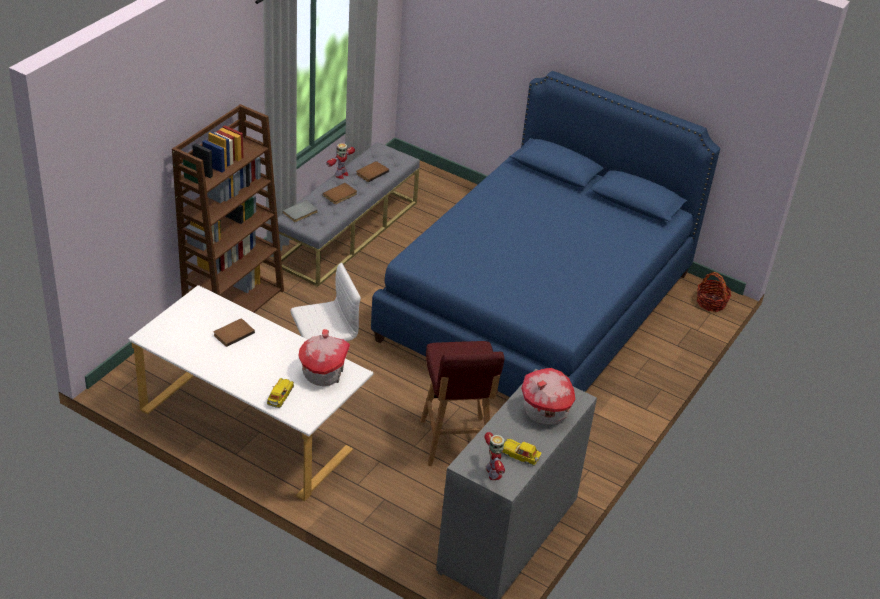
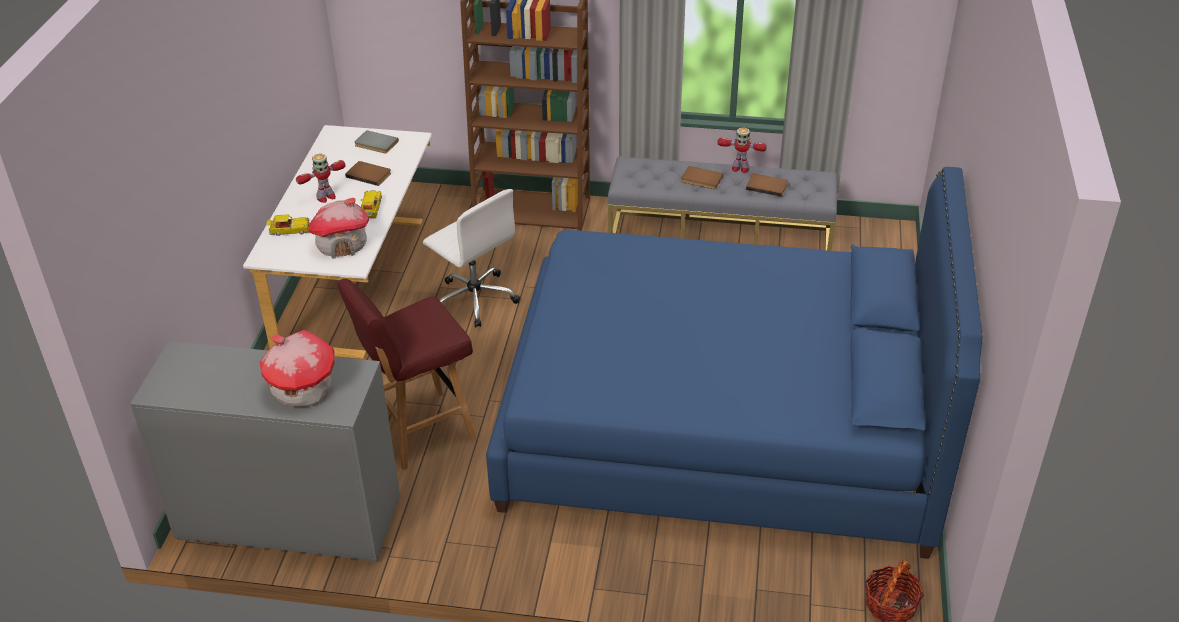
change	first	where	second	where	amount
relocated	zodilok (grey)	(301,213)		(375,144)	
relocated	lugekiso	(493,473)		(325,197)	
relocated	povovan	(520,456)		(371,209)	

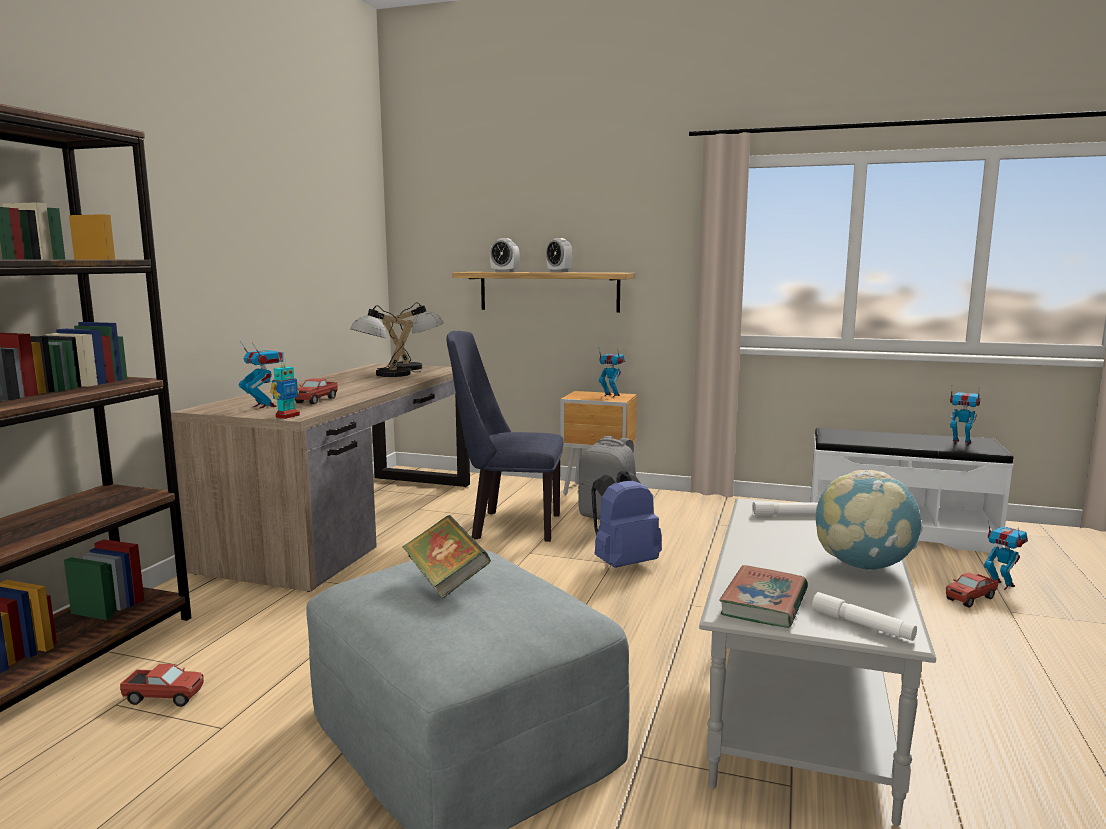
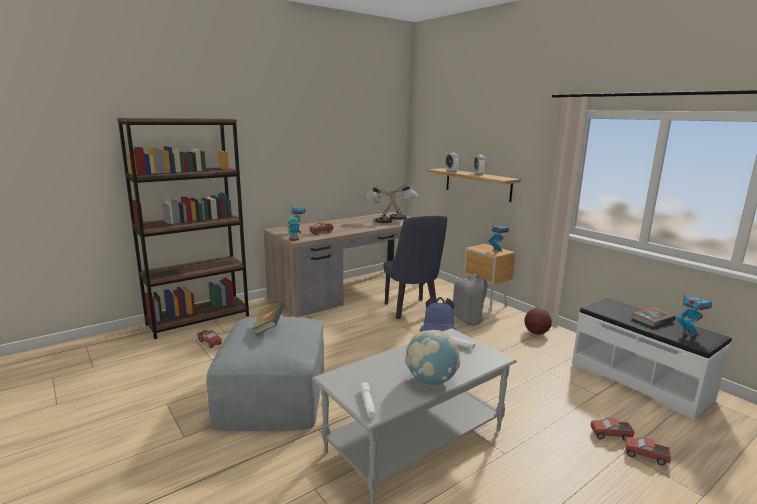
change	first	where	second	where	amount
spun	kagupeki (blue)	(508,526)		(412,310)	150 degrees counterclockwise
missing	lugekiso	(1001,585)			
relocated	zodilok	(764,603)		(652,319)	
appeared			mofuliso	(536,333)	
appeared			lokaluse	(645,456)	

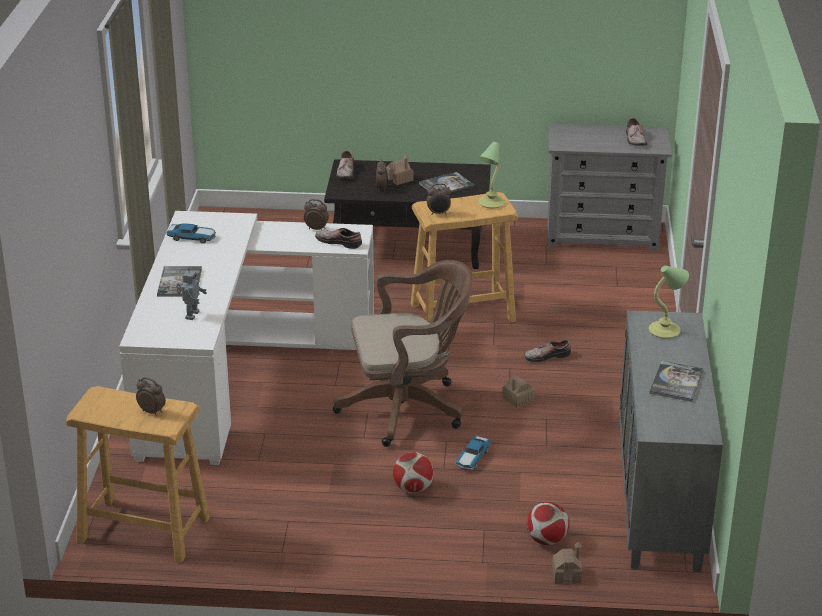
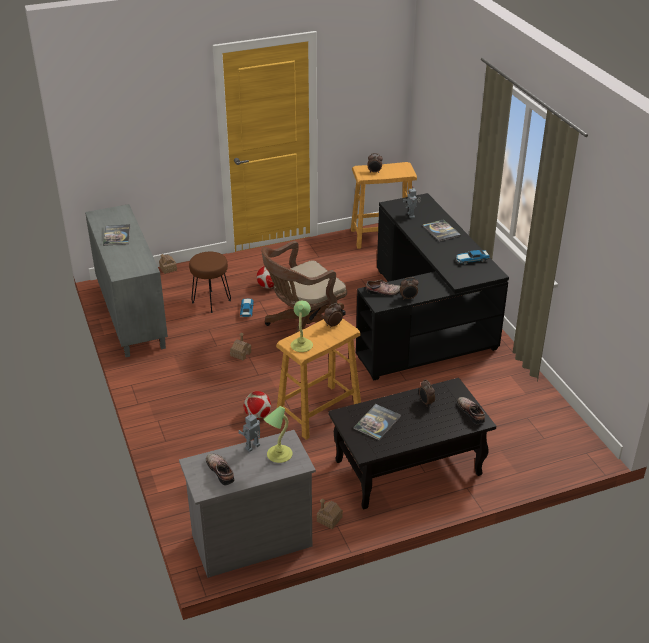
change	first	where	second	where	amount
relocated	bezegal	(399,179)		(329,519)	
colour	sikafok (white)	(232,373)	sikafok (black)	(426,321)	
relocated	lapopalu	(665,330)		(278,455)	
missing	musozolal	(546,356)			
relocated	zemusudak	(546,540)		(257,415)	
appeared			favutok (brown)	(210,301)	
appeared			lugekiso	(253,447)	

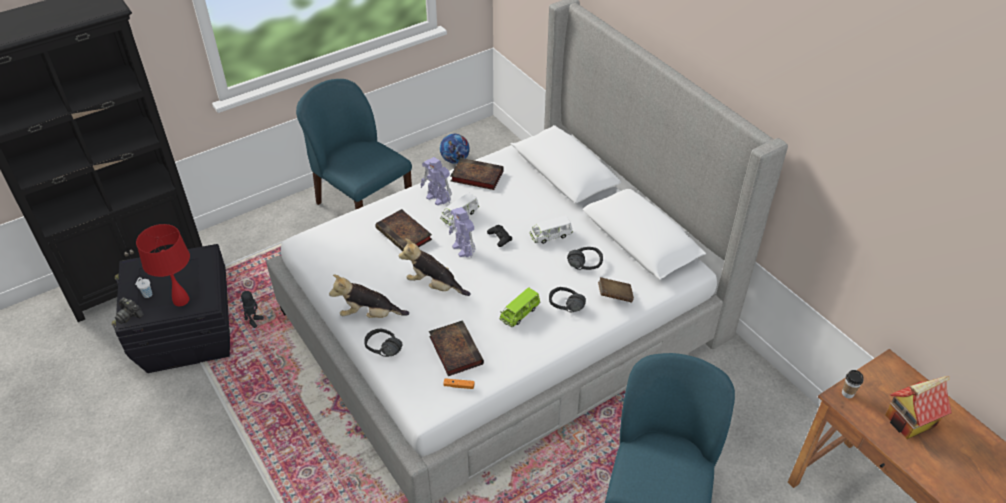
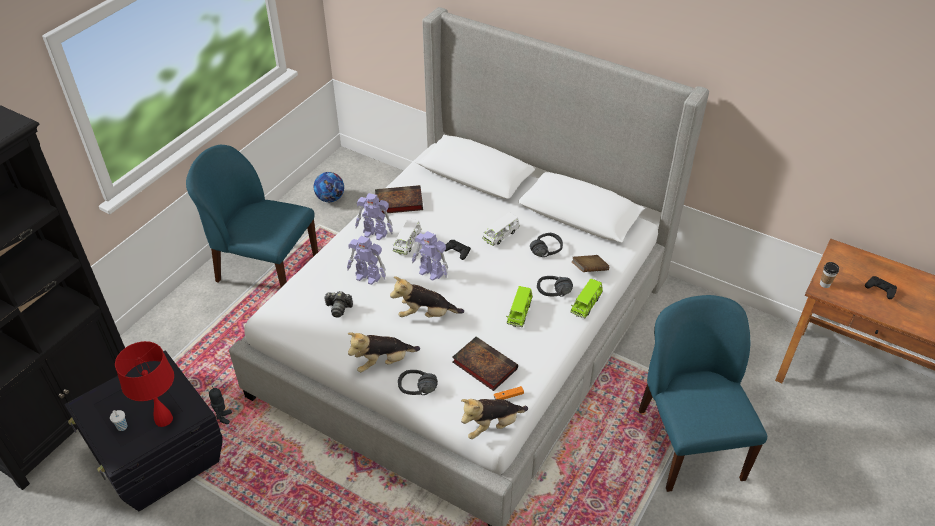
change	first	where	second	where	amount
exchanged	zodilok	(405,235)	lugekiso	(368,277)	
relocated	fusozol	(129,315)		(338,308)	
exchanged	bezegal	(910,421)	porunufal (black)	(880,289)	
appeared			povovan (green)	(586,304)	
appeared			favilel	(491,426)	

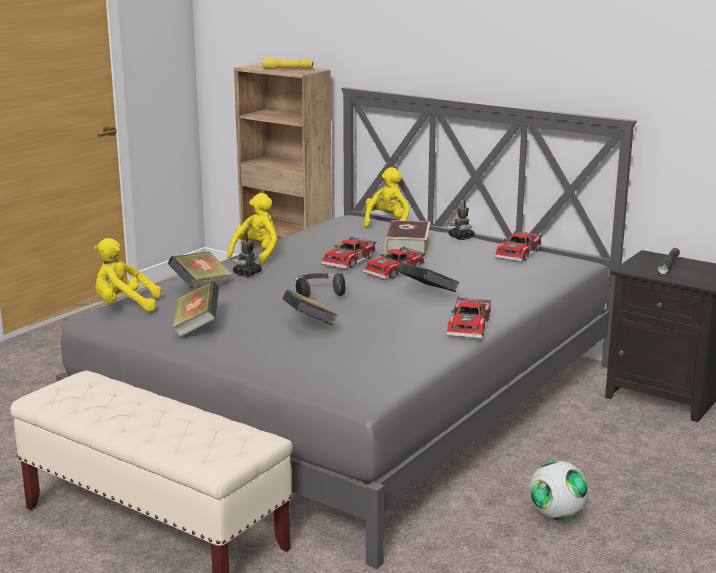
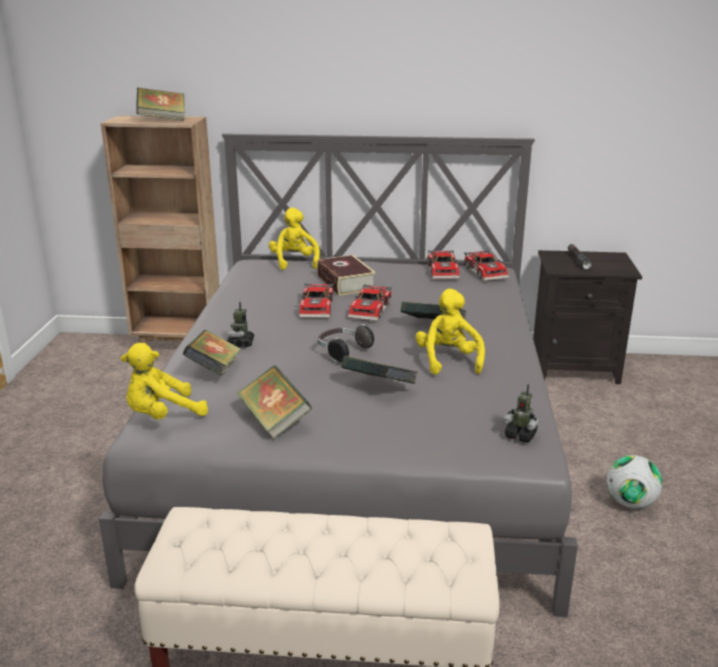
change	first	where	second	where	amount
exchanged	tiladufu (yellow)	(287,69)	zodilok	(162,120)	
relocated	favilel (yellow)	(257,254)		(448,361)	
relocated	lugekiso	(461,237)		(520,435)	
relocated	povovan	(471,327)		(487,272)	

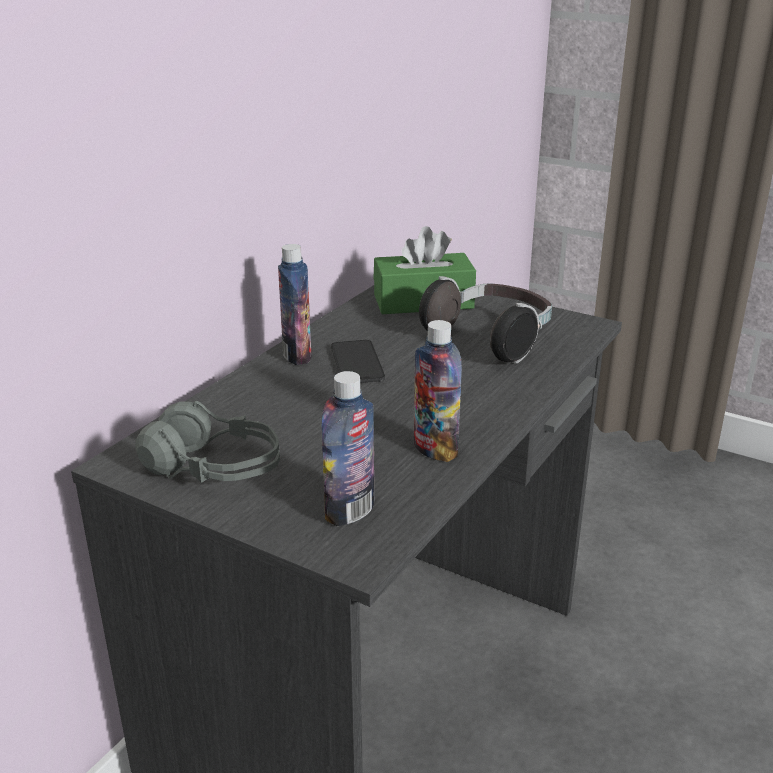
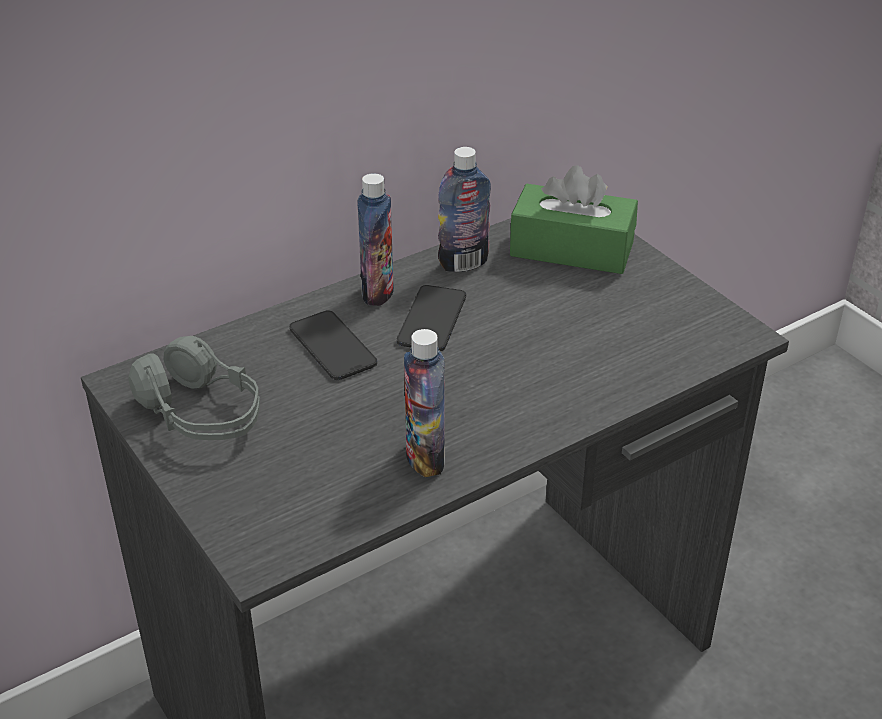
change	first	where	second	where	amount
missing	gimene	(492,339)			
relocated	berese	(350,511)		(463,263)	
appeared			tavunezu	(332,346)	

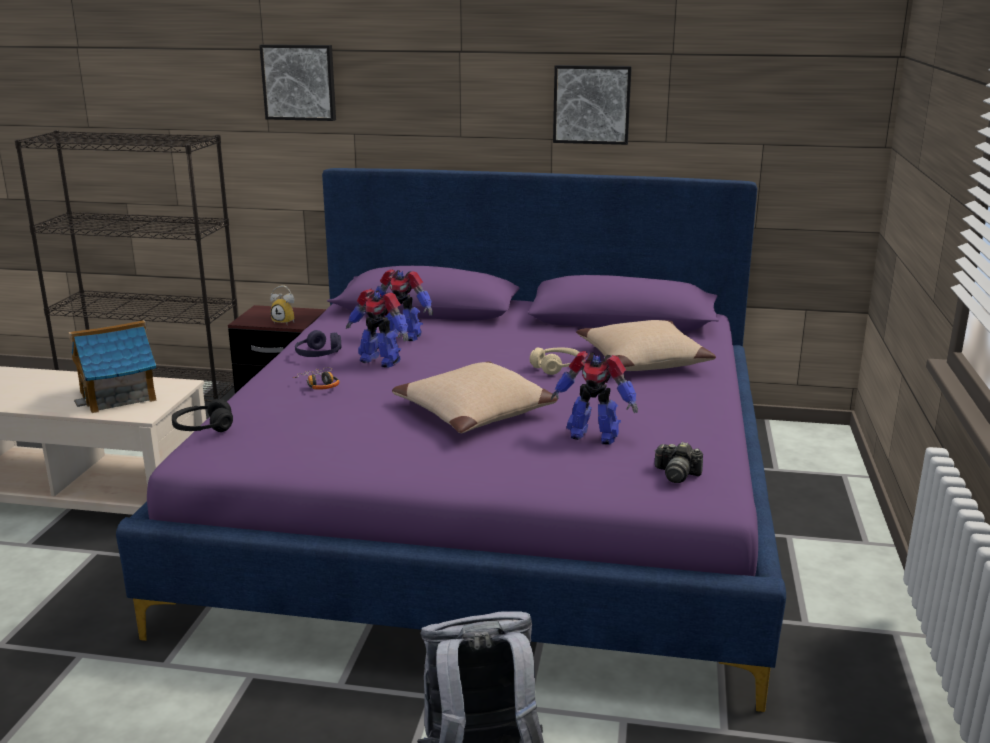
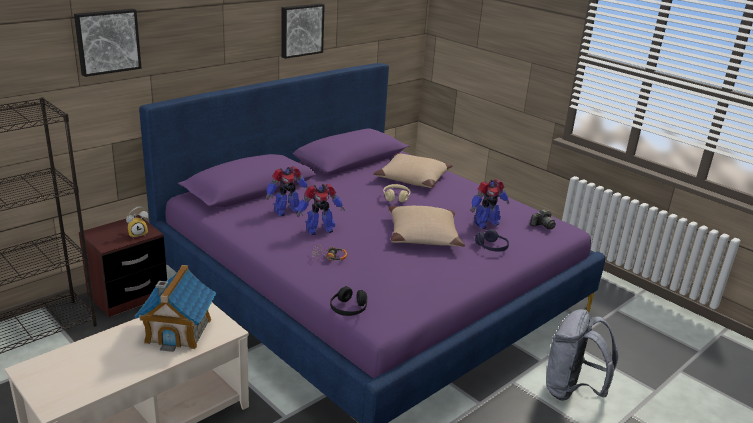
change	first	where	second	where	amount
relocated	gimene (purple)	(319,355)		(491,247)	

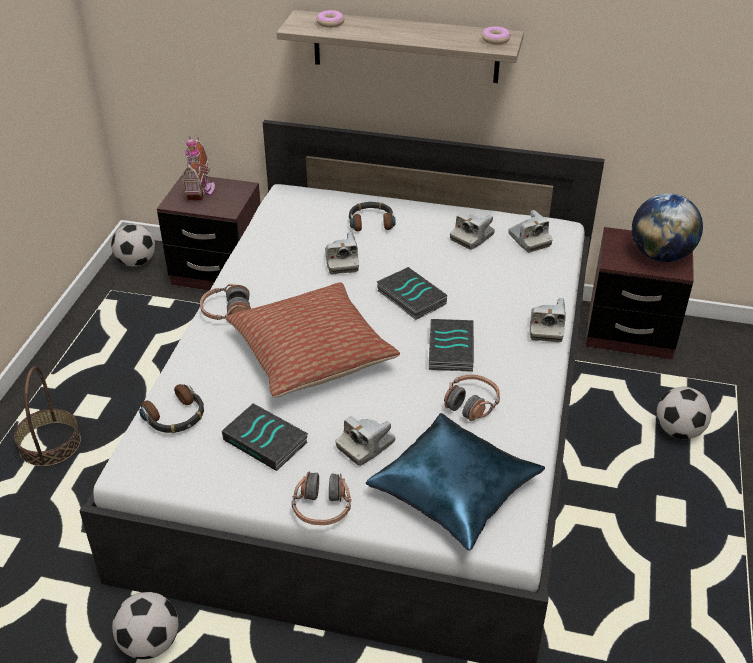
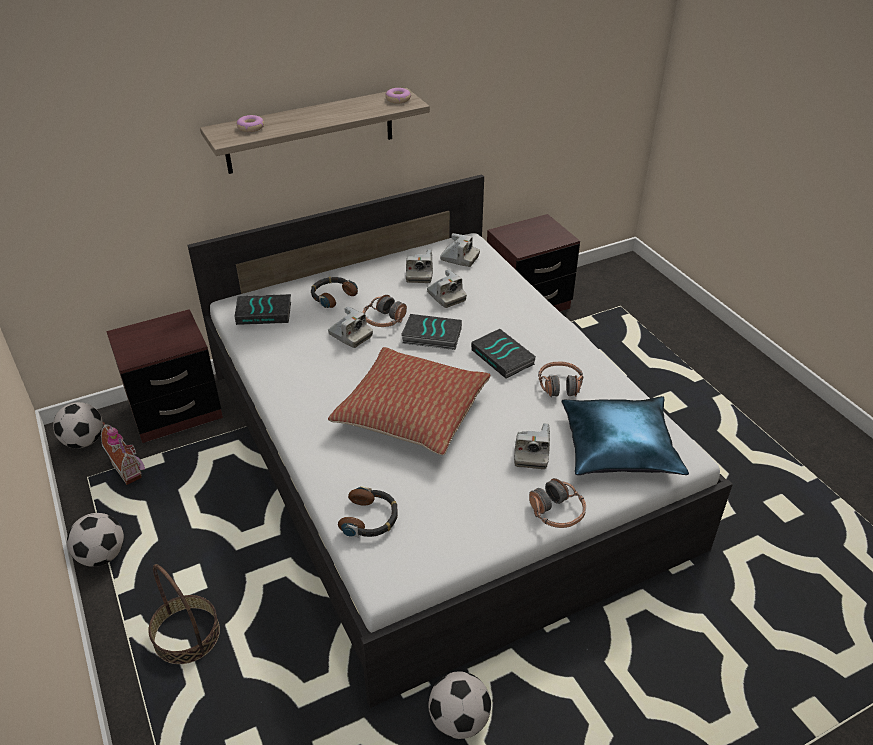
change	first	where	second	where	amount
relocated	bezegal	(201,190)		(130,469)	
missing	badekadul	(660,255)			
relocated	gimene	(226,311)		(384,320)	
relocated	fusozol	(546,328)		(446,296)	
relocated	zemusudak	(678,431)		(102,555)	
relocated	zodilok	(267,441)		(264,313)	

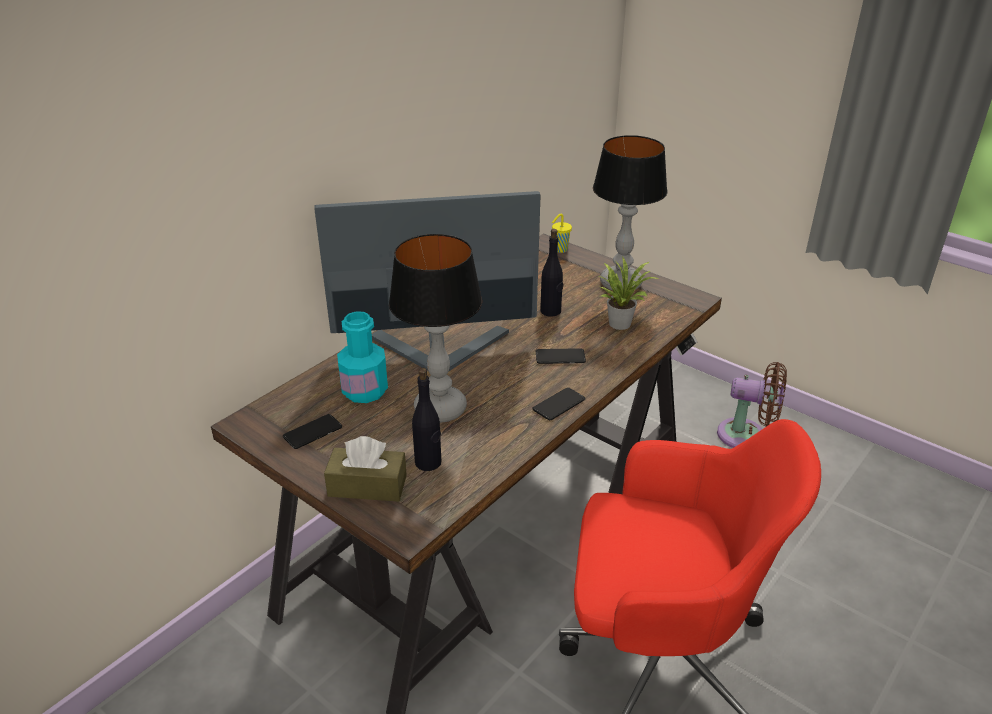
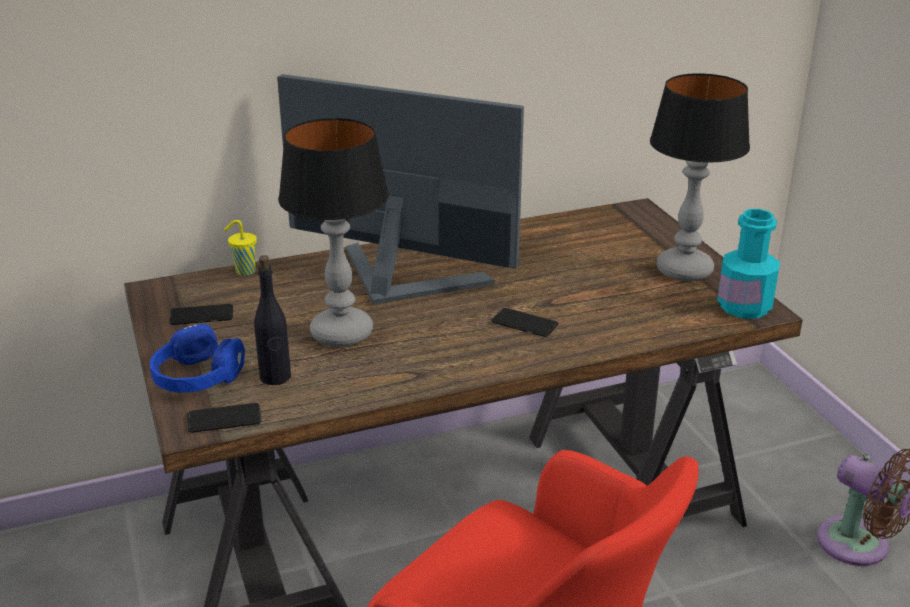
change	first	where	second	where	amount
relocated	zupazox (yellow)	(560,250)		(244,271)	
missing	berese (black)	(551,311)			
missing	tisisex	(620,322)			
relocated	berese (turquoise)	(365,391)		(744,306)	
relocated	tavunezu	(559,404)		(224,419)	
exchanged	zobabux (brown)	(367,486)	gimene (blue)	(197,377)	

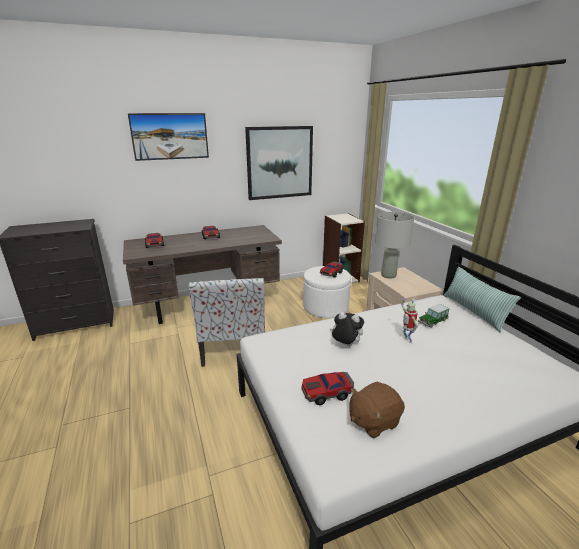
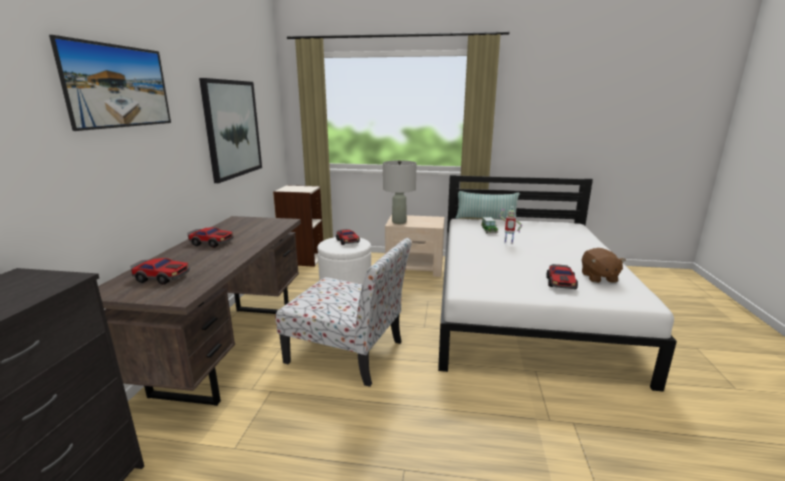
change	first	where	second	where	amount
missing	favilel	(345,345)			

